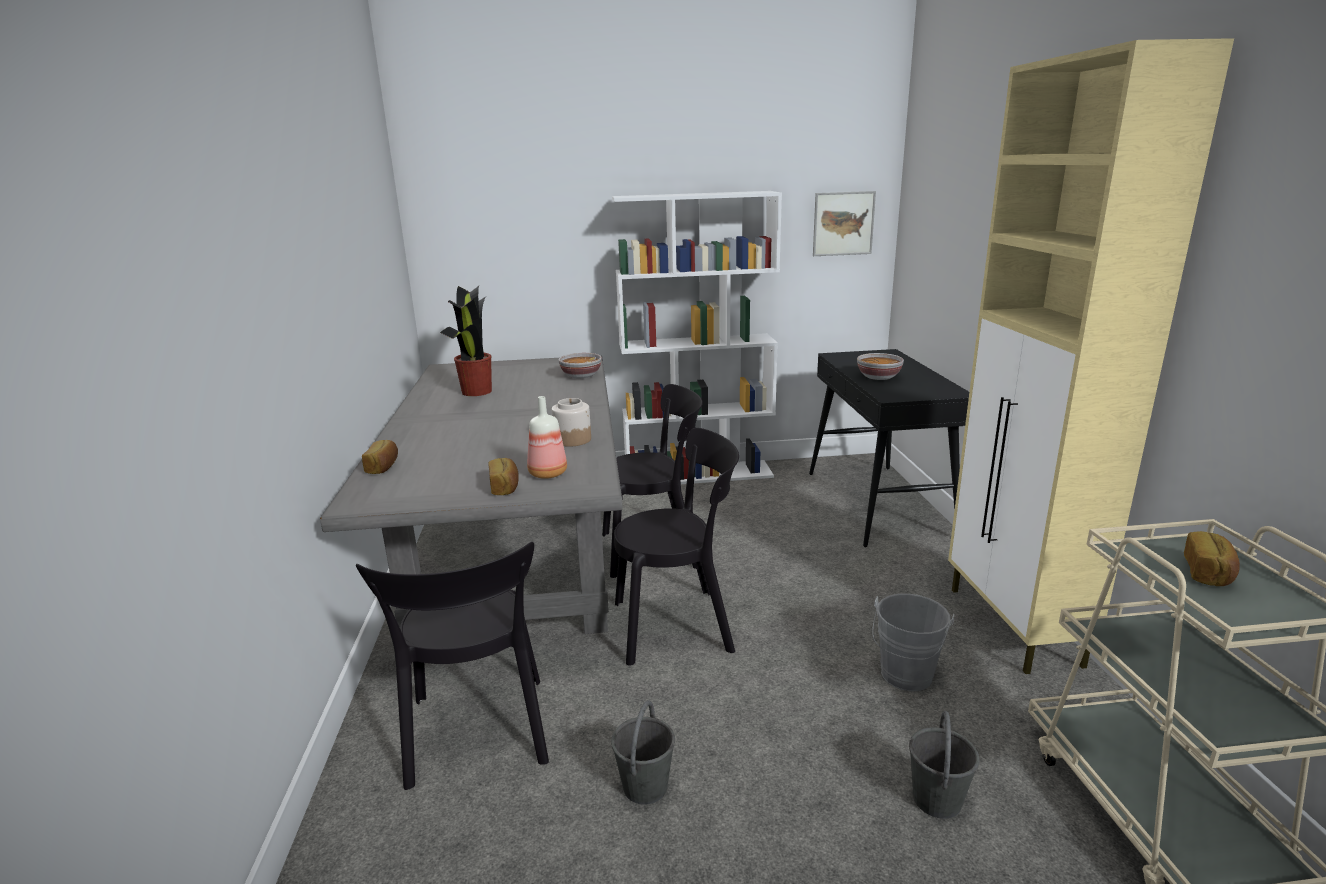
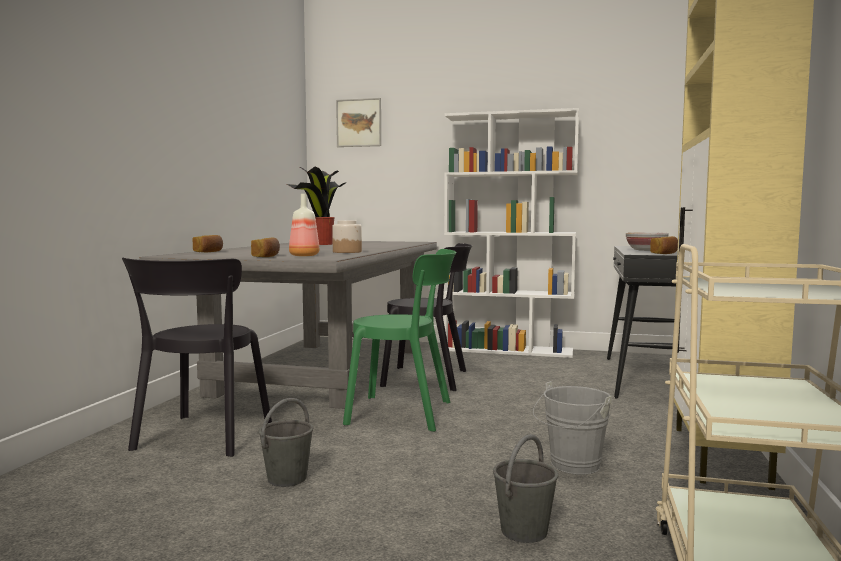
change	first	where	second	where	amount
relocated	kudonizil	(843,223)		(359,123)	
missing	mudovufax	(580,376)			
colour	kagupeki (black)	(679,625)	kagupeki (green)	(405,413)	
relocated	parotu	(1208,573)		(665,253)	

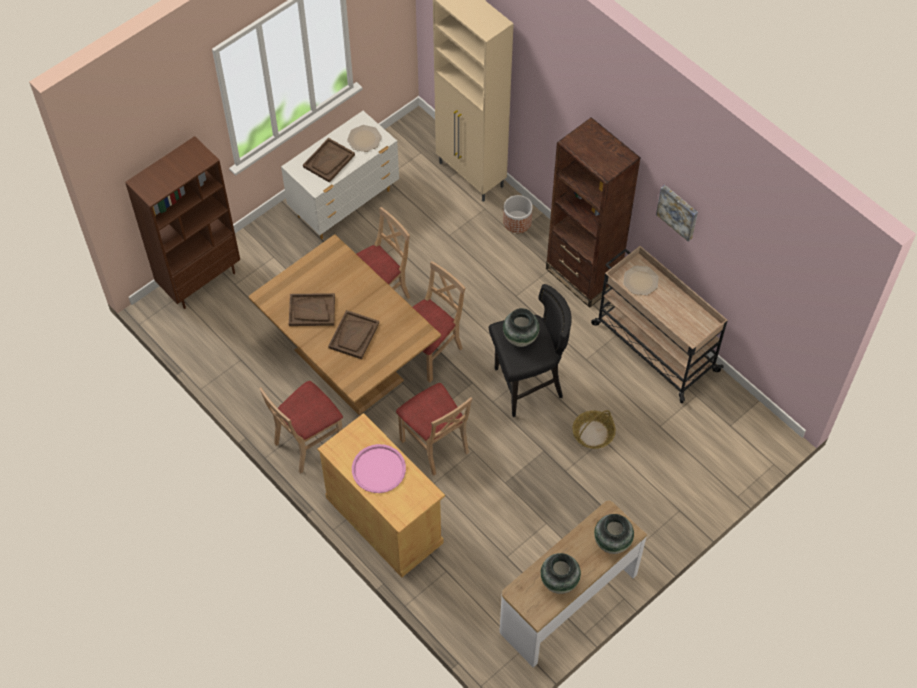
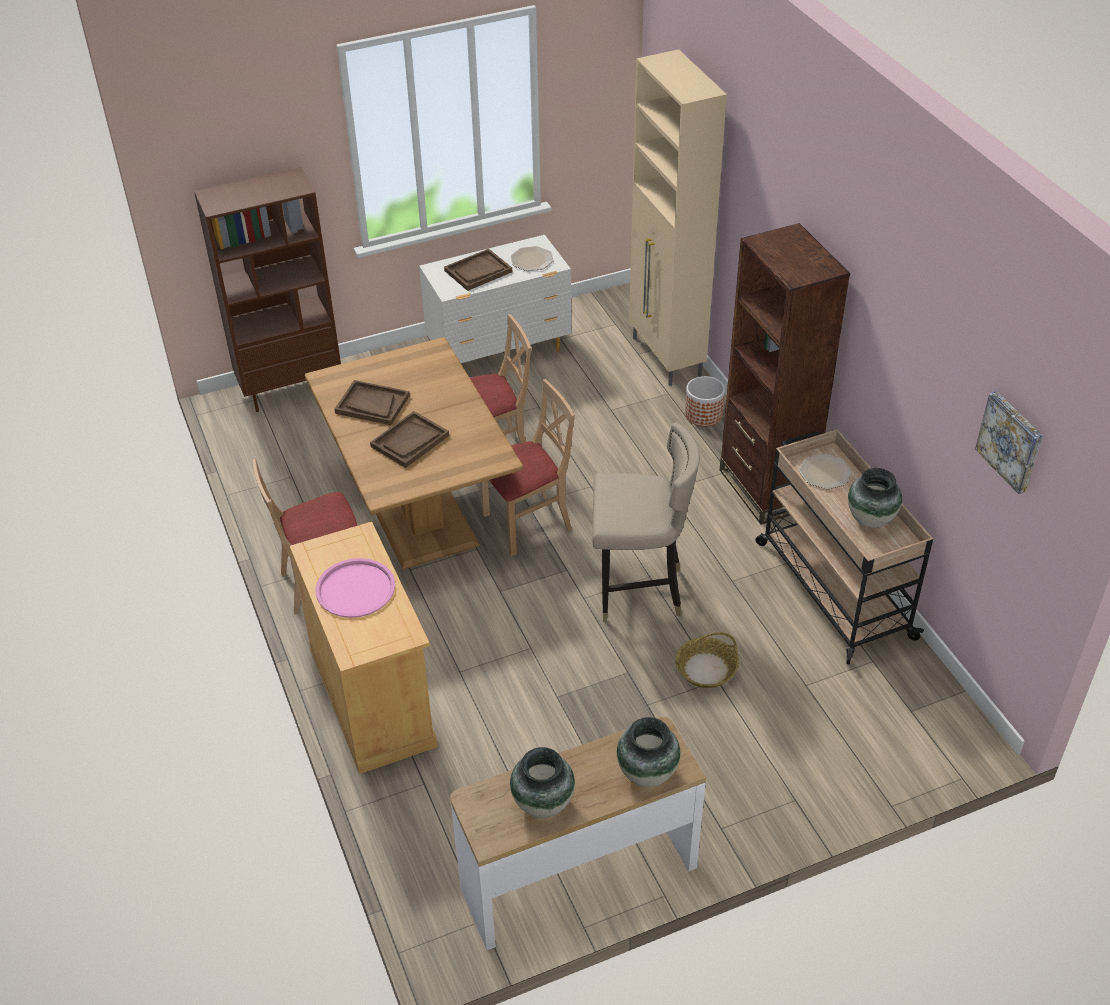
change	first	where	second	where	amount
relocated	kudonizil	(678,211)		(1011,441)	
colour	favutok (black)	(527,386)	favutok (beige)	(638,592)	
relocated	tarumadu	(520,338)		(871,520)	
missing	kagupeki (beige)	(435,444)			

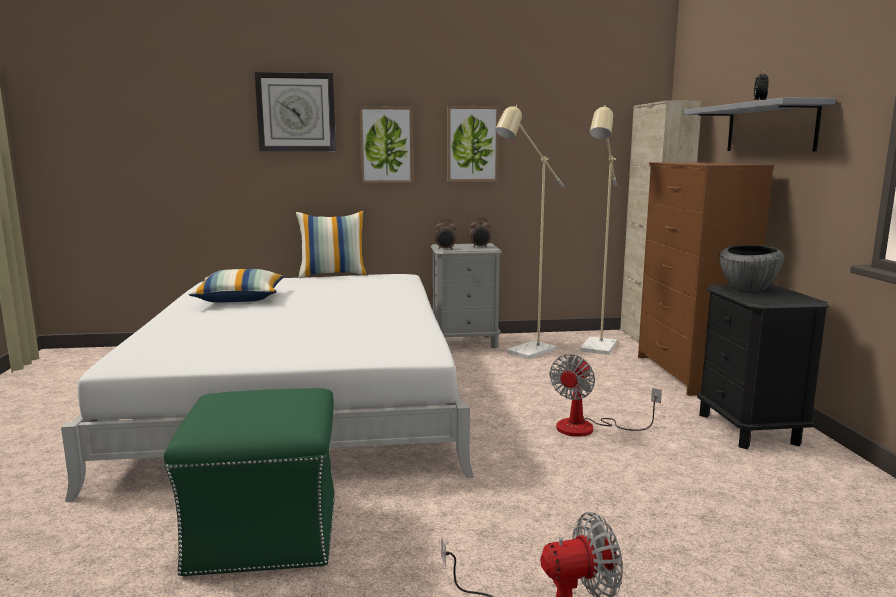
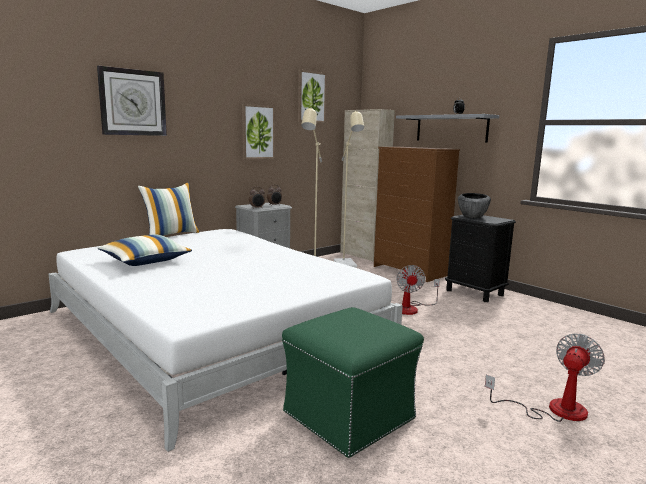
change	first	where	second	where	amount
relocated	kudonizil	(386,145)		(311,97)	

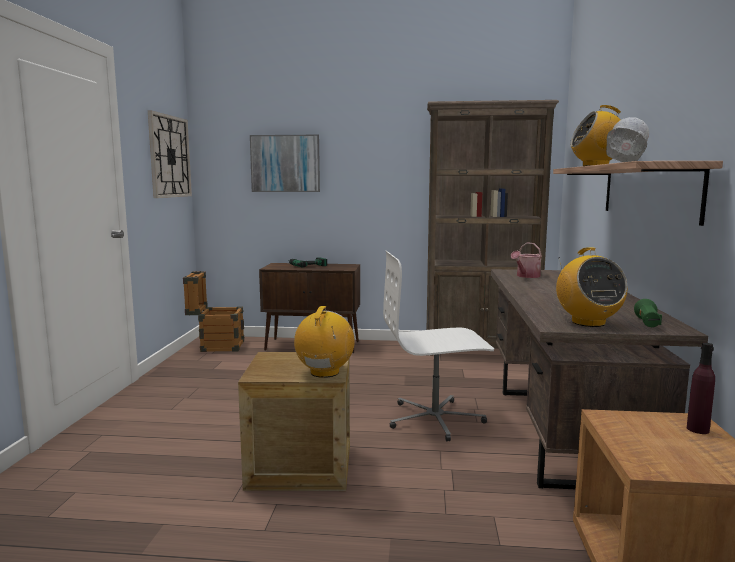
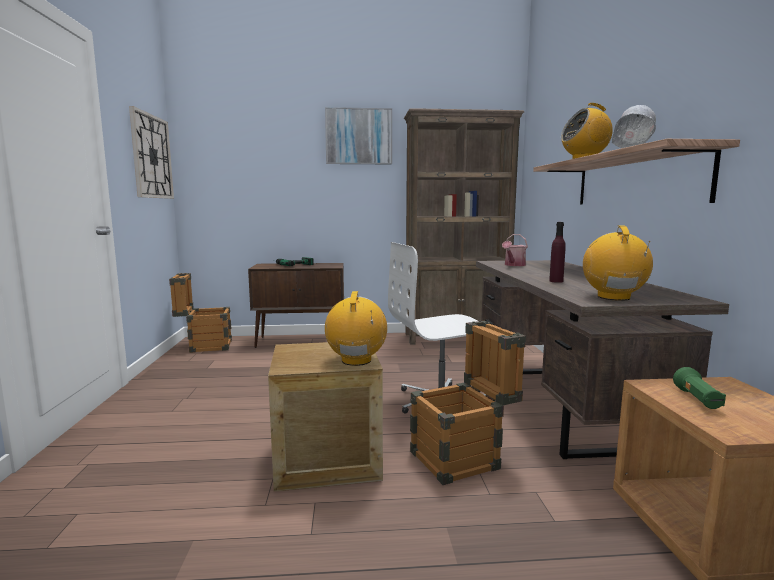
change	first	where	second	where	amount
relocated	kudonizil	(285,163)		(358,136)	
spun	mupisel	(587,322)		(614,297)	150 degrees counterclockwise
relocated	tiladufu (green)	(647,324)		(697,400)	
relocated	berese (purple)	(697,429)		(556,281)	
appeared			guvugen	(464,458)	

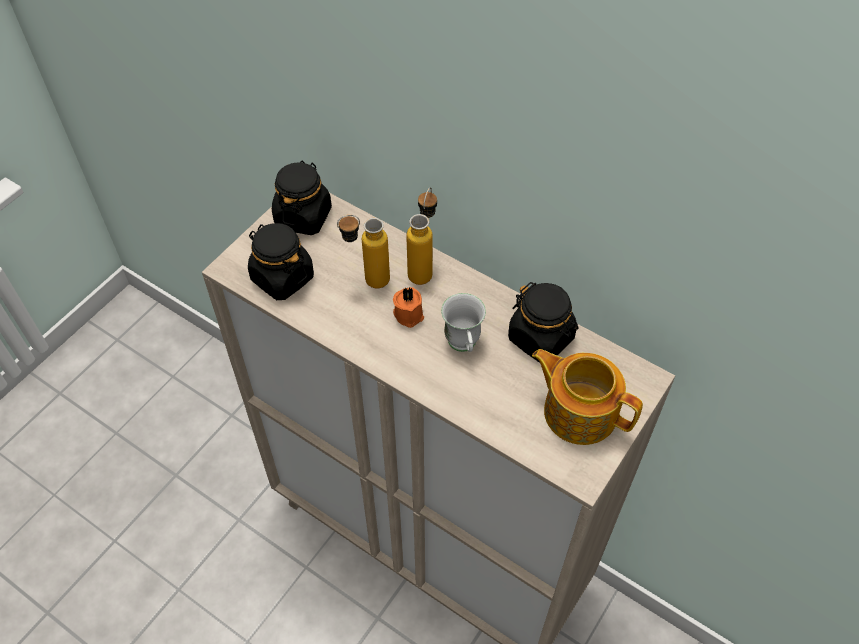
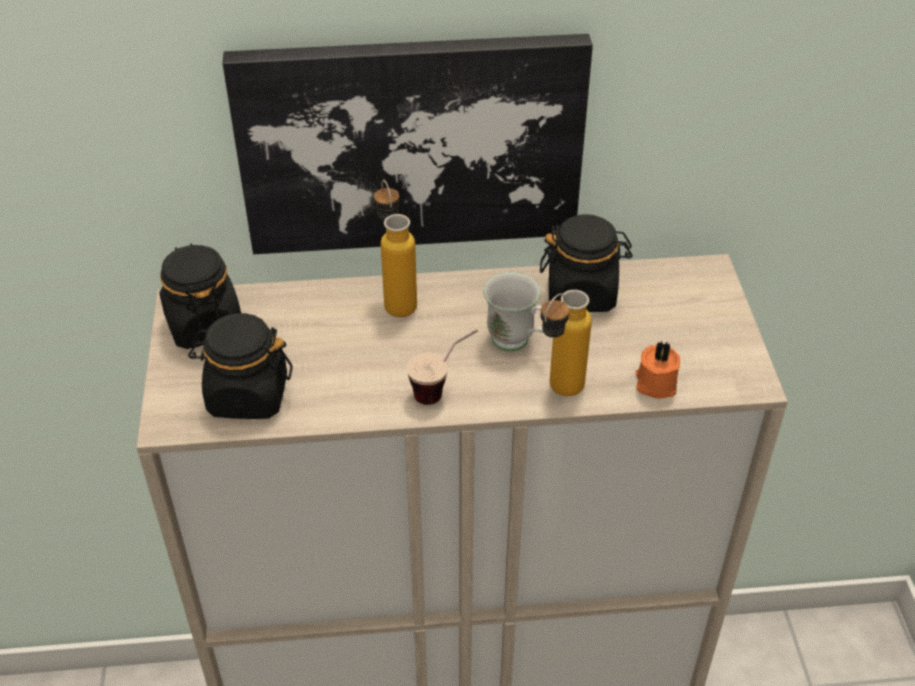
change	first	where	second	where	amount
relocated	berese	(367,281)		(558,393)	
relocated	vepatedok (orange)	(409,313)		(655,383)	
missing	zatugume	(579,411)			
appeared			kudonizil	(411,143)	
appeared			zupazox	(443,390)	

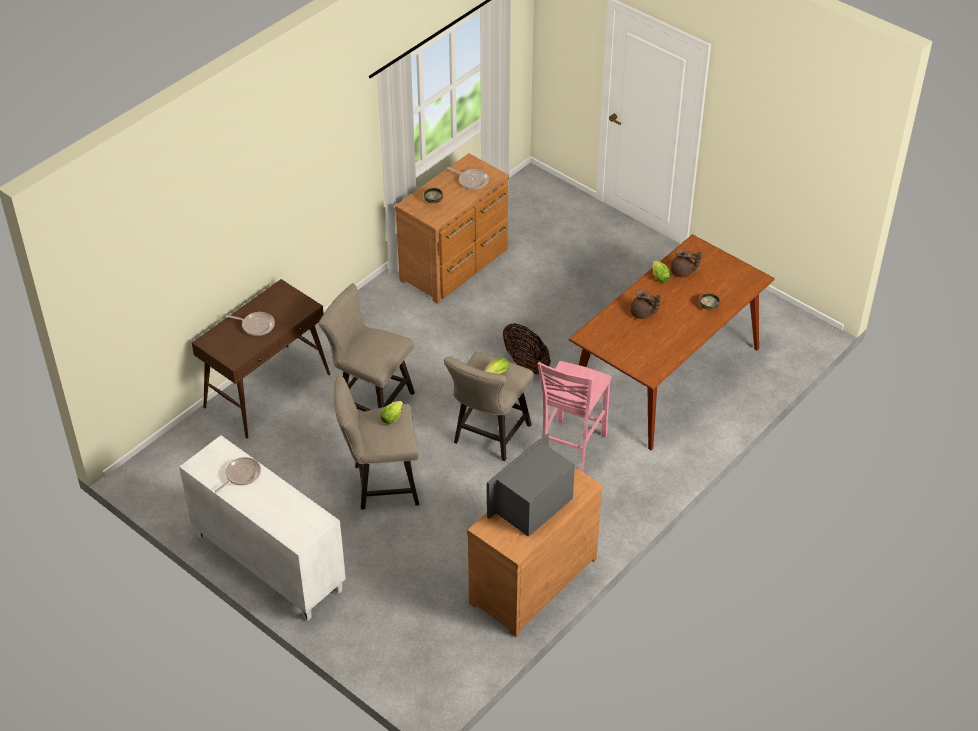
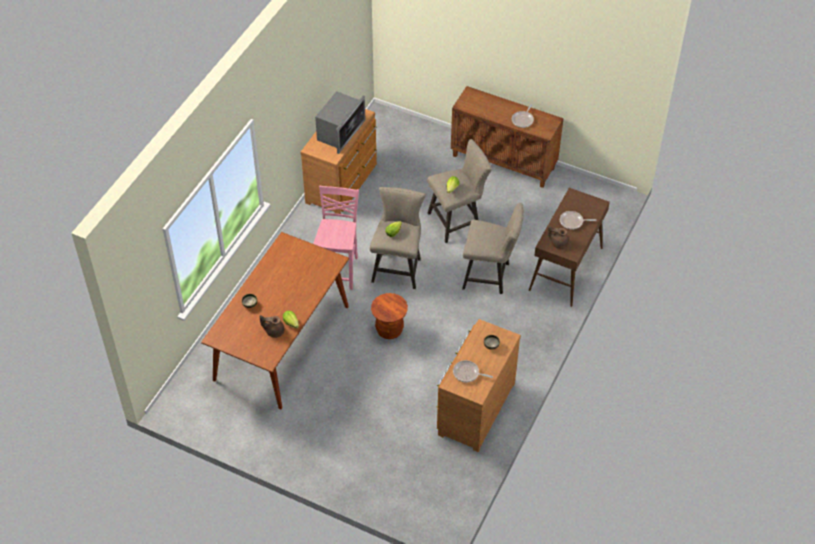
change	first	where	second	where	amount
relocated	zatugume (brown)	(642,314)		(558,243)	
exchanged	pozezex	(526,363)	favutok (brown)	(389,330)	
colour	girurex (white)	(267,563)	girurex (brown)	(504,162)	

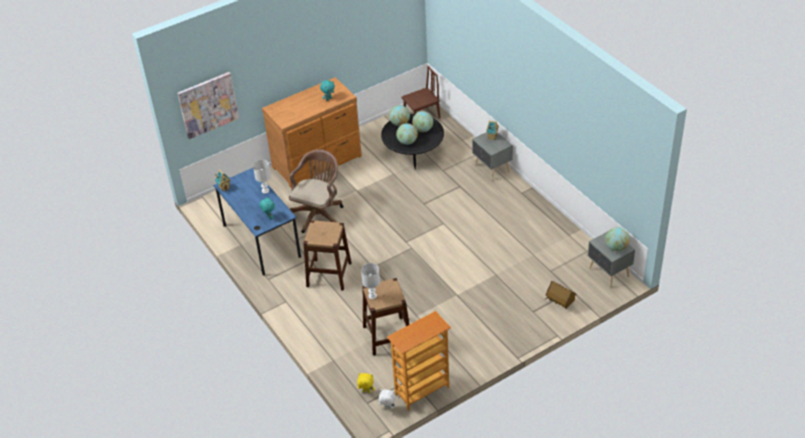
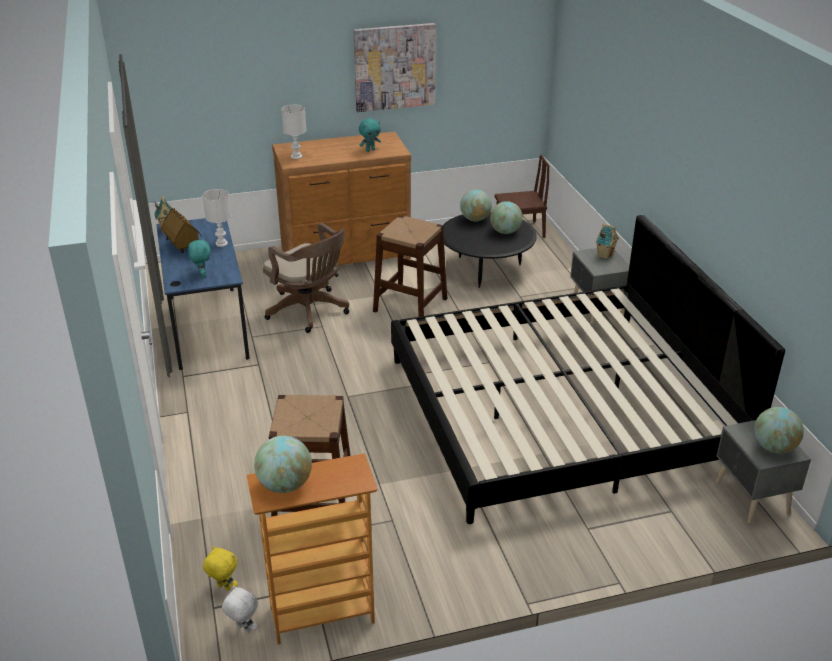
change	first	where	second	where	amount
relocated	kudonizil	(208,104)		(394,67)	
relocated	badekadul	(407,142)		(285,485)	
spun	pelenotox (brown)	(319,214)		(310,311)	90 degrees clockwise
relocated	favutok (brown)	(329,274)		(410,305)	
relocated	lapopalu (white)	(372,296)		(296,157)	
relocated	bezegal	(560,302)		(183,246)	
appeared			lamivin	(559,410)	

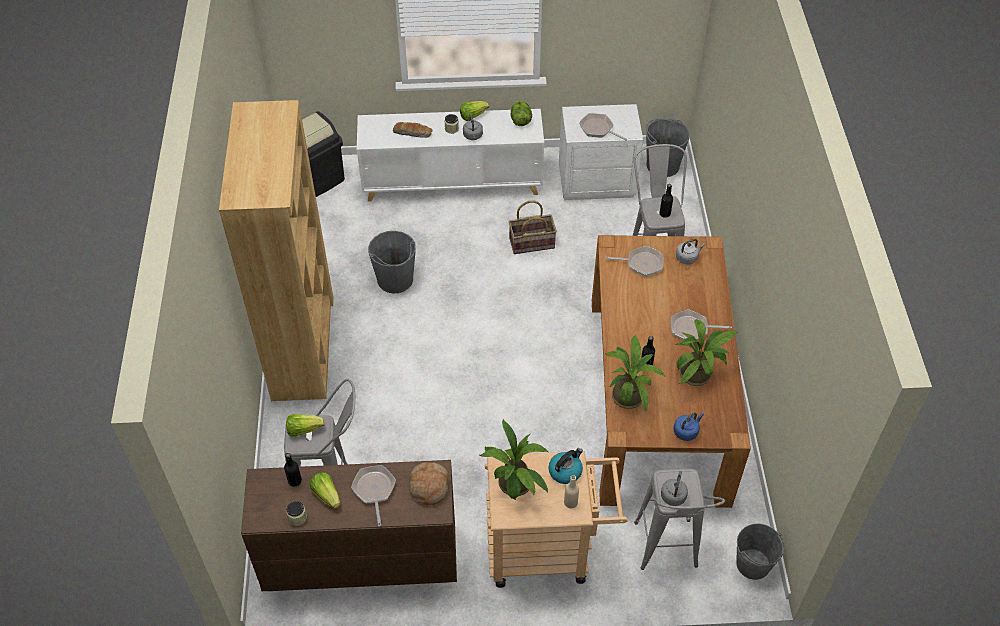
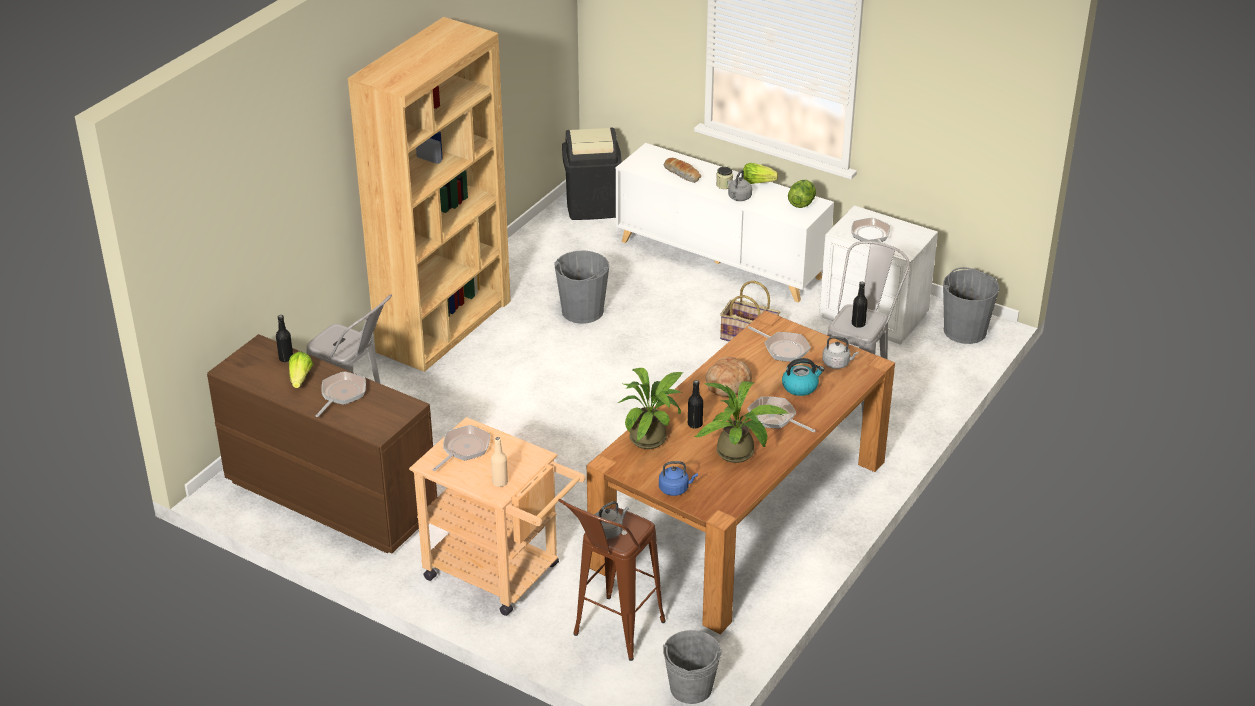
change	first	where	second	where	amount
missing	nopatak	(304,429)			
exchanged	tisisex	(515,487)	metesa	(464,449)	
relocated	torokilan	(565,471)		(800,387)	
relocated	parotu	(428,486)		(727,384)	
colour	favutok (grey)	(667,555)	favutok (brown)	(611,637)	
missing	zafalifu	(297,517)			

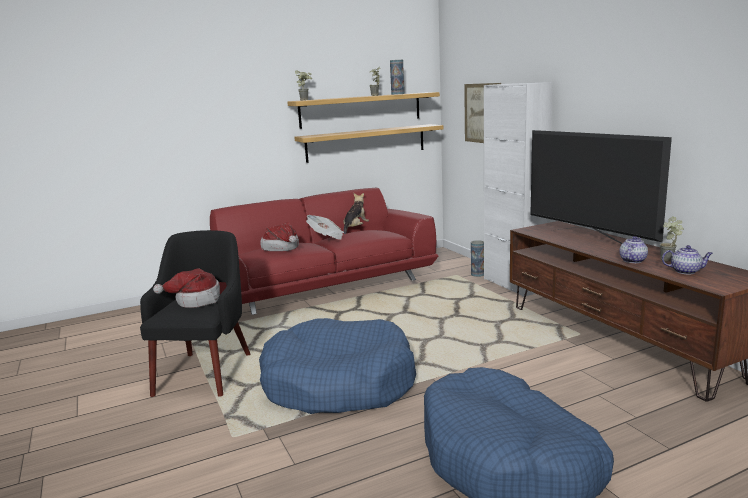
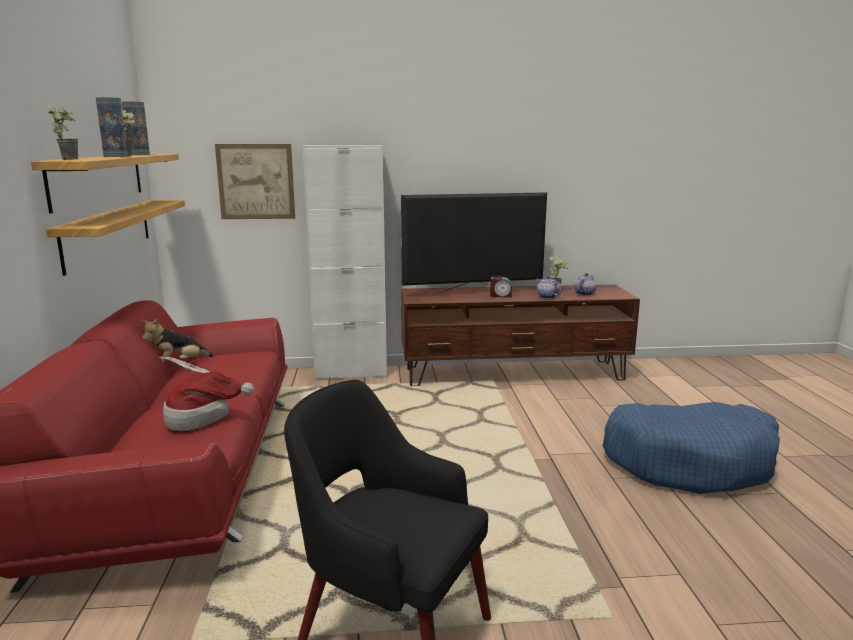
change	first	where	second	where	amount
spun	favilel	(355,228)		(178,365)	90 degrees counterclockwise
relocated	tarumadu	(477,274)		(115,156)	
missing	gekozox	(196,300)			
missing	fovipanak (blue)	(338,383)			
appeared			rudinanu	(500,295)	

